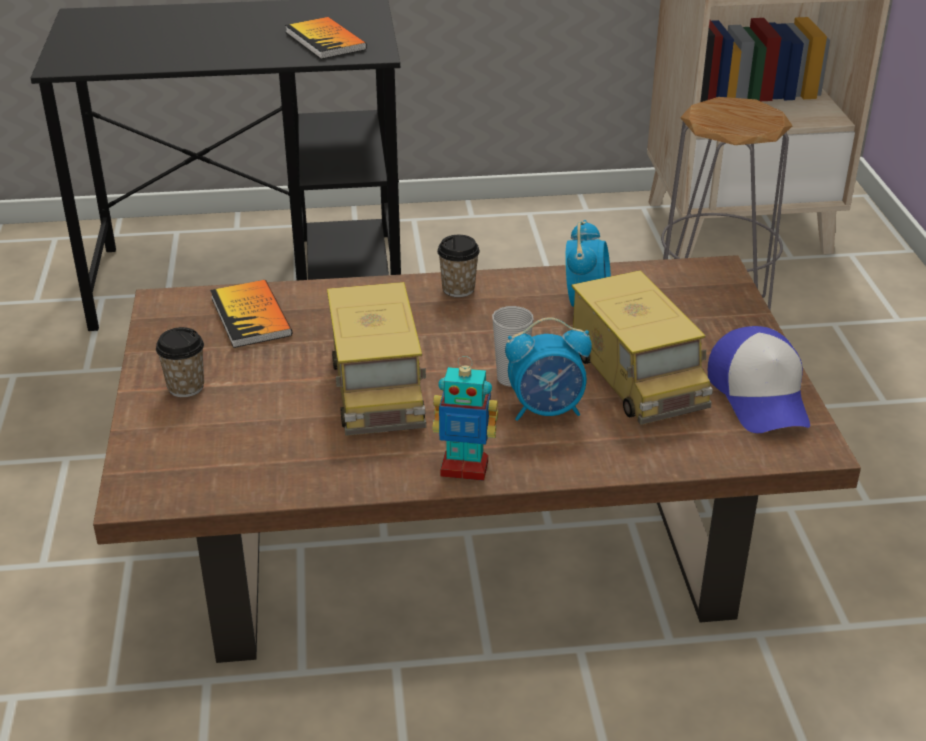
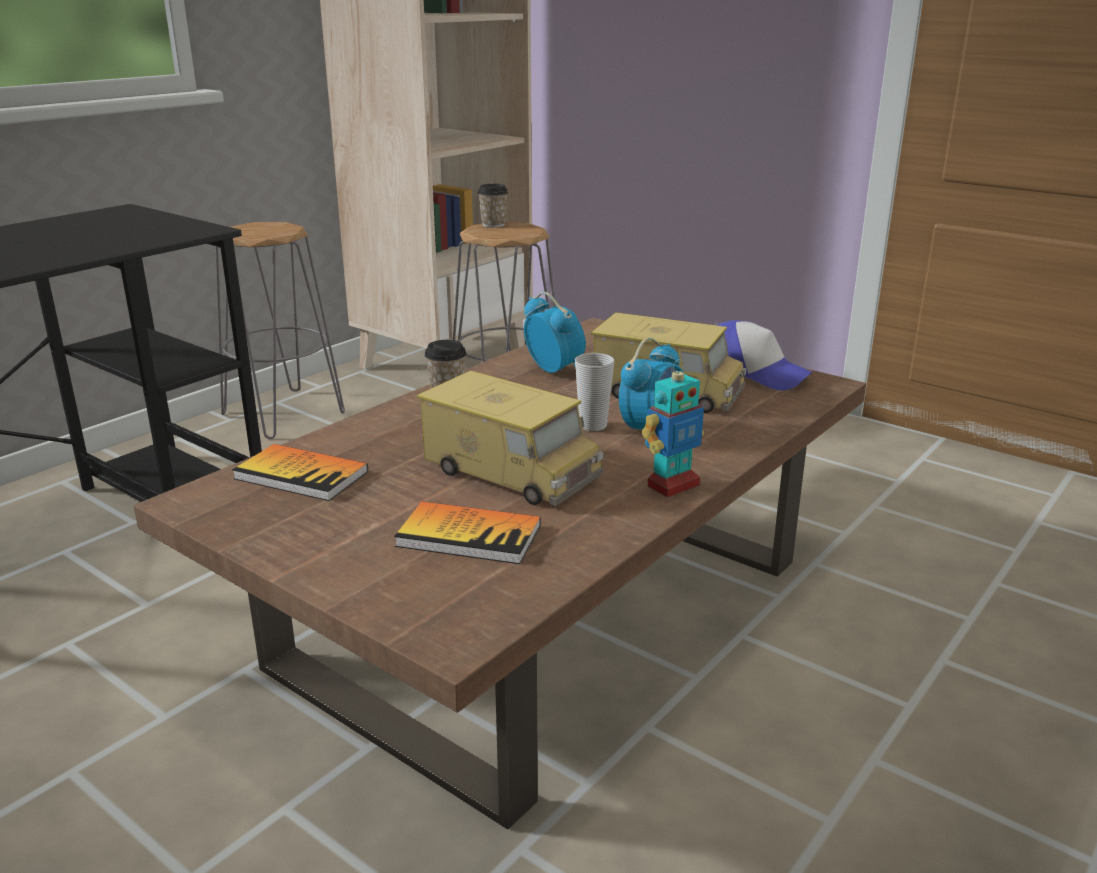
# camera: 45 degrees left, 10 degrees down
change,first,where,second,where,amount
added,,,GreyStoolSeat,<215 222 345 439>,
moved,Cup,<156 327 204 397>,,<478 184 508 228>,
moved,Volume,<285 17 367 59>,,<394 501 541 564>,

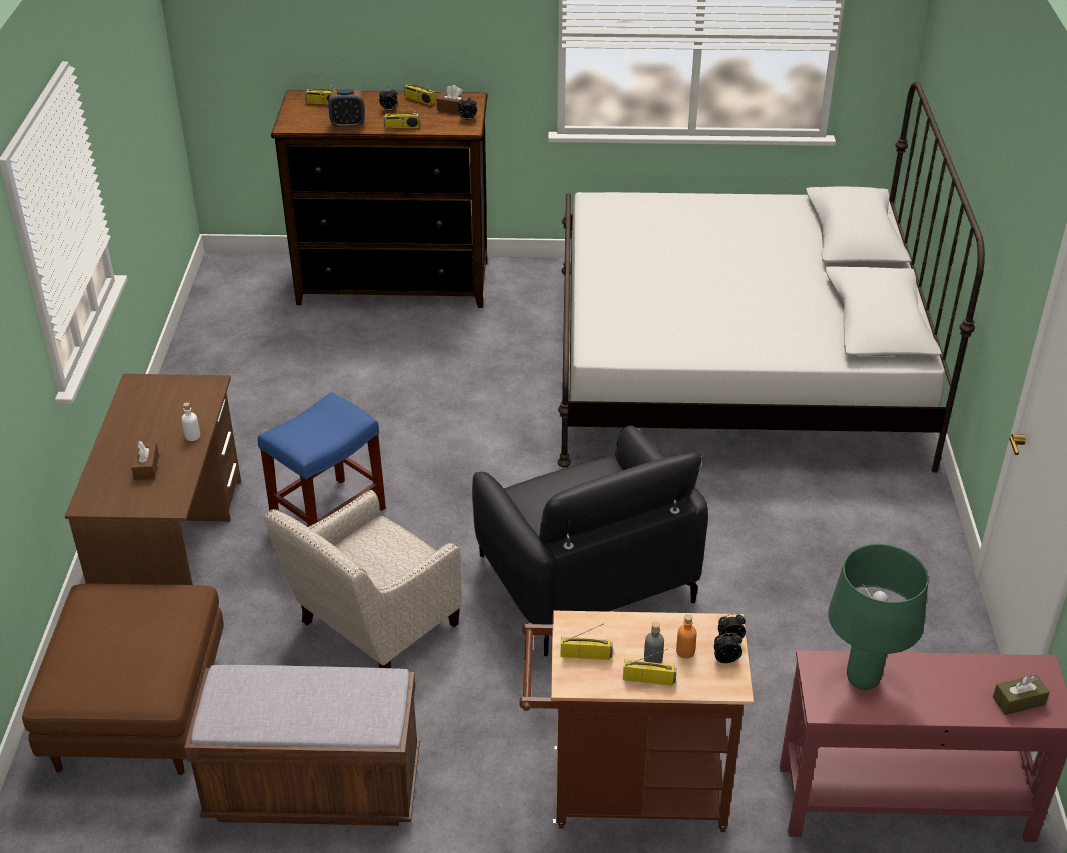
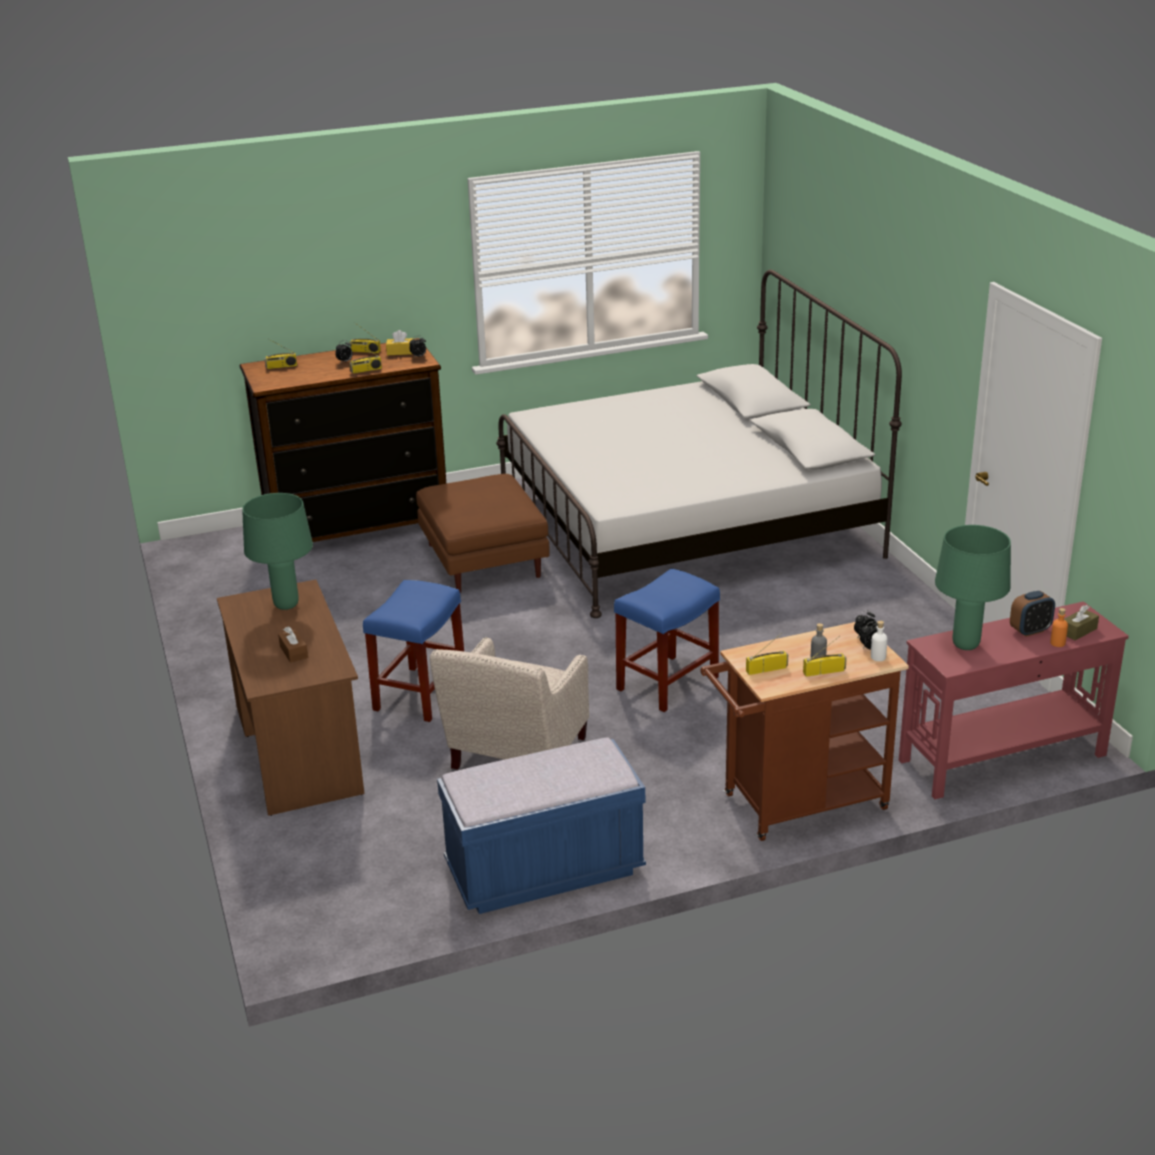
# camera: 20 degrees left, 10 degrees down
change,first,where,second,where,amount
added,,,GreenTableLamp,<242 493 313 610>,
moved,BrownFootrest,<22 583 224 775>,,<416 474 550 593>,
moved,WhiteColouredDrinkBottle,<181 402 200 441>,,<871 621 887 661>,
moved,AlarmClock,<328 89 365 128>,,<1010 591 1055 637>,
moved,OrangeDrinkBottle,<676 614 697 658>,,<1050 608 1068 647>,
replaced,BlackColouredArmchair,<472 426 708 657>,BluishStoolSeat,<614 568 720 712>,
recoloured,BrownBench,<184 665 420 826>,BluishBench,<437 737 646 914>,
recoloured,BrownTissueBox,<437 85 470 114>,YellowTissueBox,<386 330 414 355>,

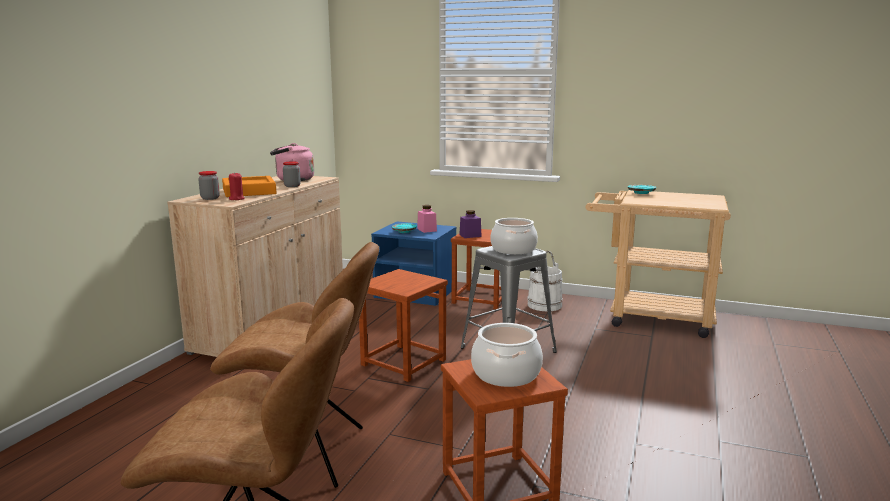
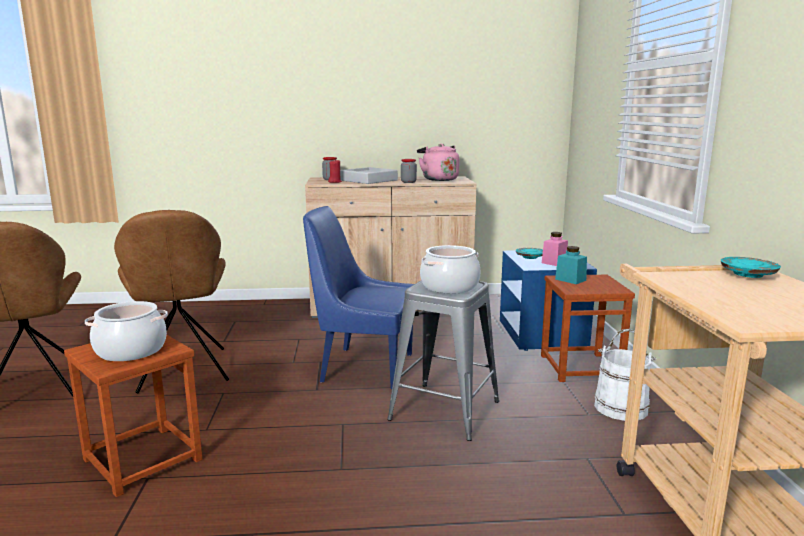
# camera: 65 degrees right, 0 degrees up
change,first,where,second,where,amount
replaced,BrownStoolSeat,<359 269 448 382>,BluishUprightChair,<303 206 414 389>,
recoloured,OrangeServingTray,<222 176 277 197>,GreyServingTray,<340 167 398 184>,
recoloured,PurplishStorageJar,<459 210 482 238>,TurquoiseStorageJar,<555 246 587 284>,

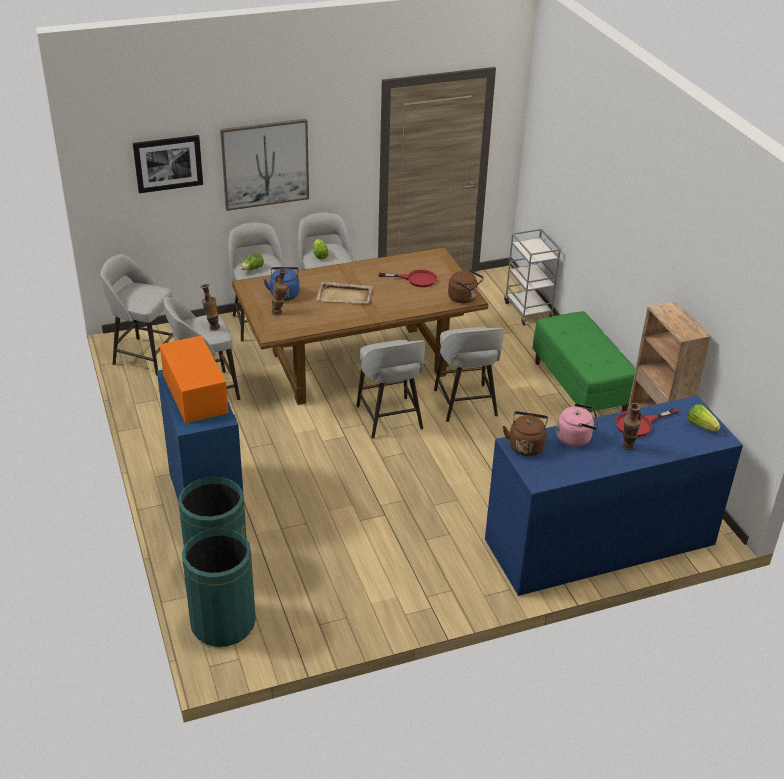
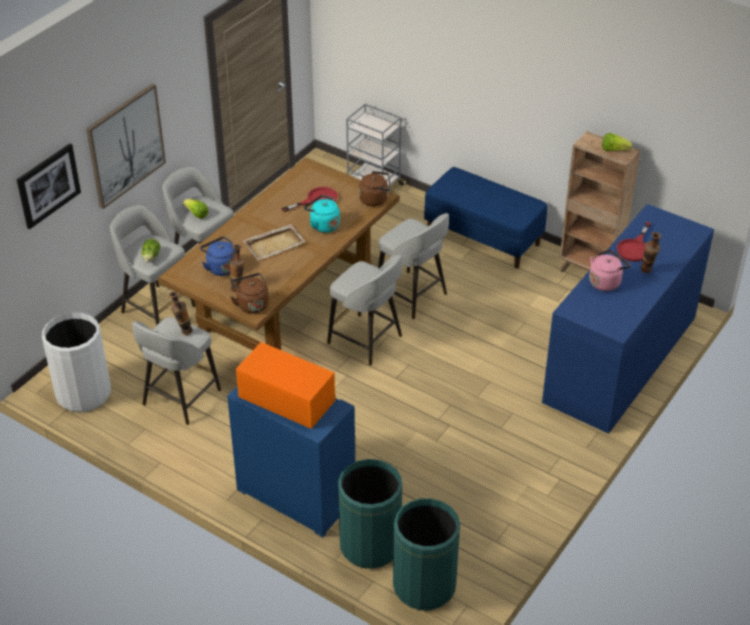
# camera: 35 degrees left, 5 degrees up
change,first,where,second,where,amount
added,,,TurquoiseWaterKettle,<304 195 340 233>,
moved,BrownWaterKettle,<503 411 548 456>,,<231 273 269 314>,
moved,LettuceHead,<687 404 721 432>,,<602 133 633 151>,
replaced,GreyStoolSeat,<101 254 173 375>,WhiteColouredTrashCan,<42 312 111 412>,
recoloured,GreenBench,<532 311 635 412>,BluishBench,<424 167 547 269>,

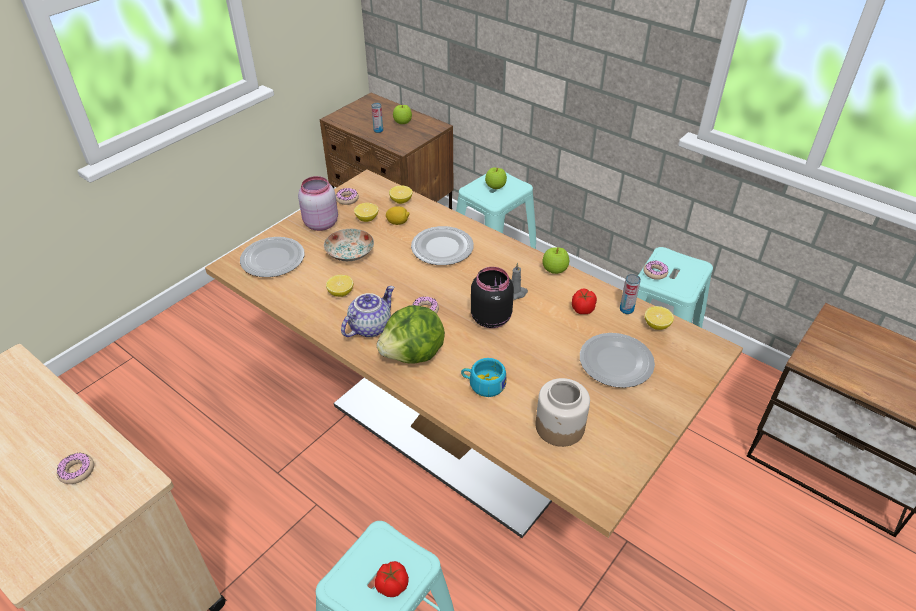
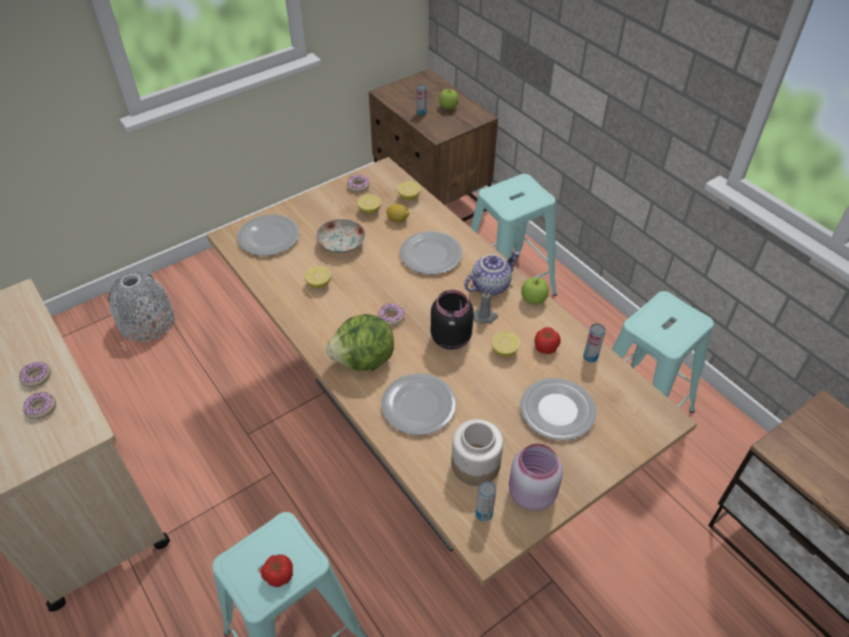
# camera: 15 degrees right, 5 degrees up
change,first,where,second,where,amount
removed,Apple,<485 167 507 189>,,,
added,,,GreyVase,<108 272 175 342>,
added,,,SealedCan,<476 481 496 521>,
moved,PinkColouredStorageJar,<298 176 338 231>,,<509 444 563 511>,
moved,TeaPot,<341 286 394 337>,,<464 251 520 295>,
moved,Doughnut,<643 260 668 280>,,<19 362 51 387>,
moved,CitrusFruit,<645 306 674 330>,,<491 332 520 356>,
replaced,TurquoiseCup,<461 358 506 397>,DinnerPlate,<381 373 457 435>,

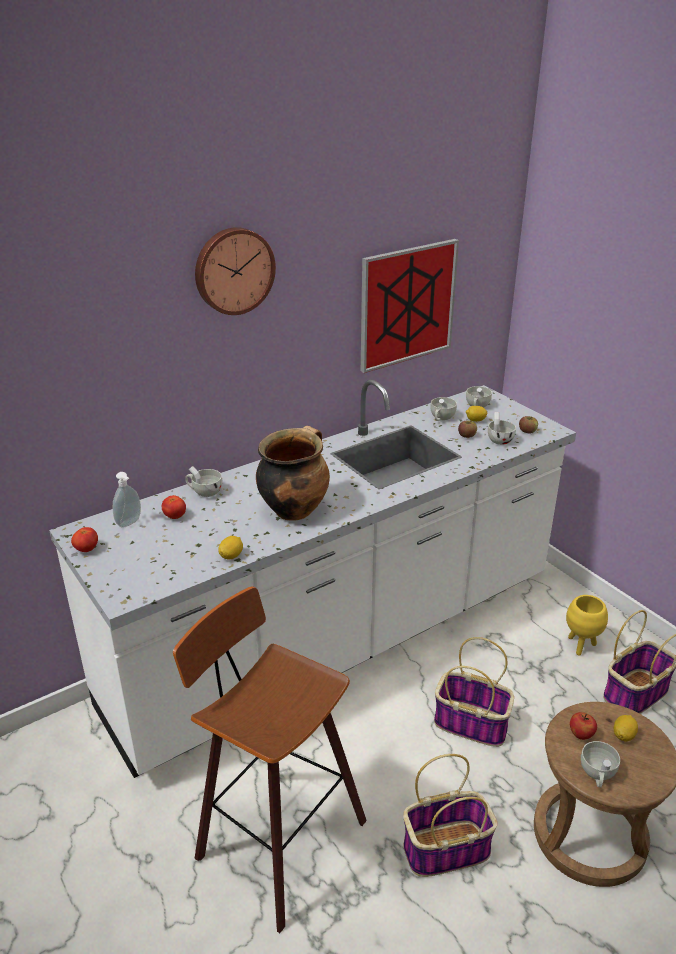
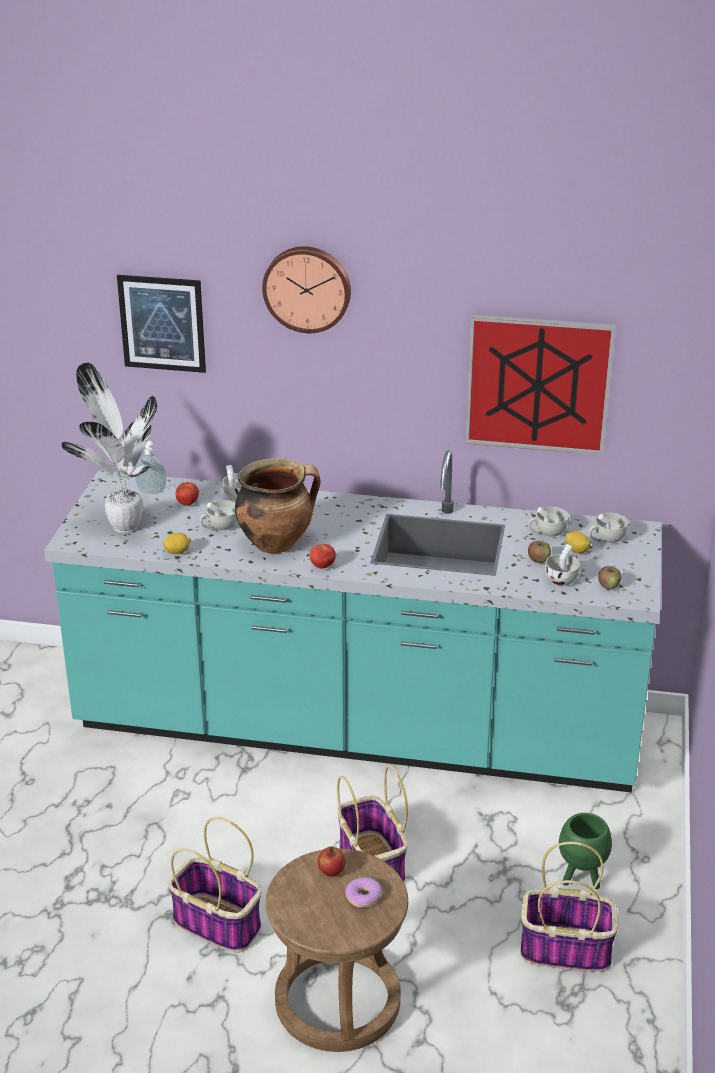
# camera: 45 degrees right, 0 degrees up
change,first,where,second,where,amount
removed,StoolSeat,<173 586 367 933>,,,
added,,,PlantInAPot,<61 362 157 533>,
added,,,WallPicture,<117 275 206 373>,
moved,FreshTomato,<71 527 98 552>,,<310 544 336 568>,
moved,WhiteColouredCup,<581 741 620 788>,,<200 500 237 530>,
replaced,CitrusFruit,<614 715 638 742>,Doughnut,<345 877 382 908>,
recoloured,WhiteColouredKitchenBaseUnit,<49 379 576 778>,TurquoiseKitchenBaseUnit,<44 451 662 793>,
recoloured,YellowPlanter,<566 595 608 656>,GreenPlanter,<559 813 612 889>,

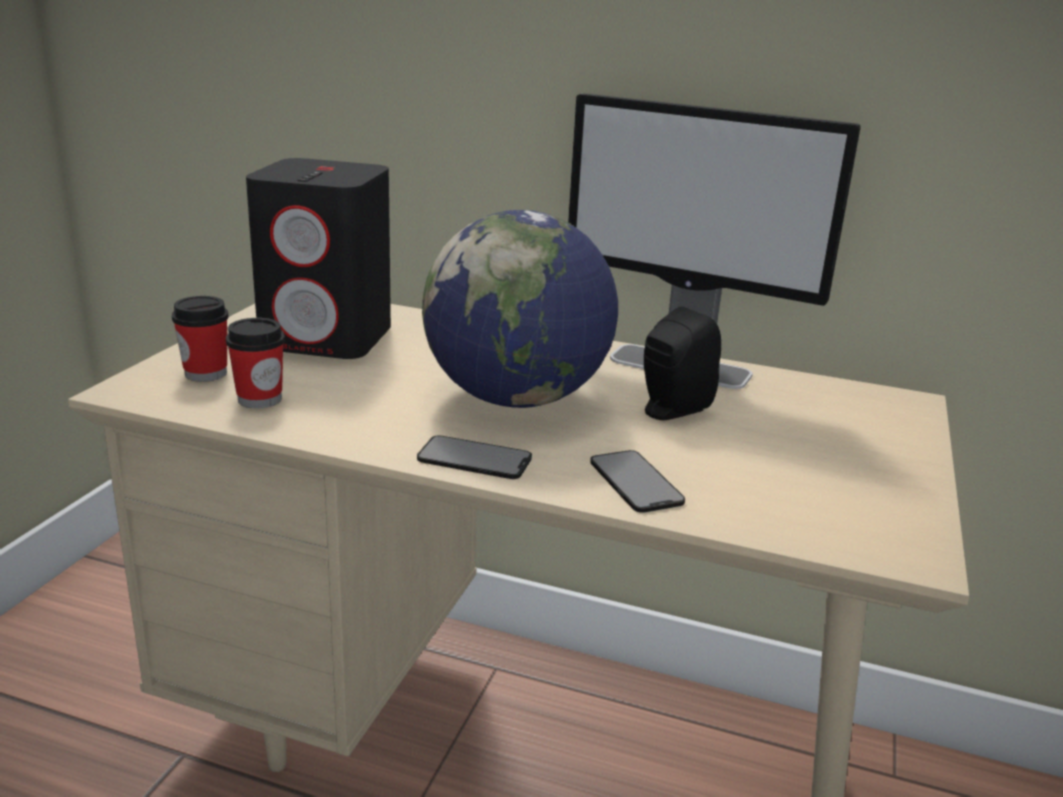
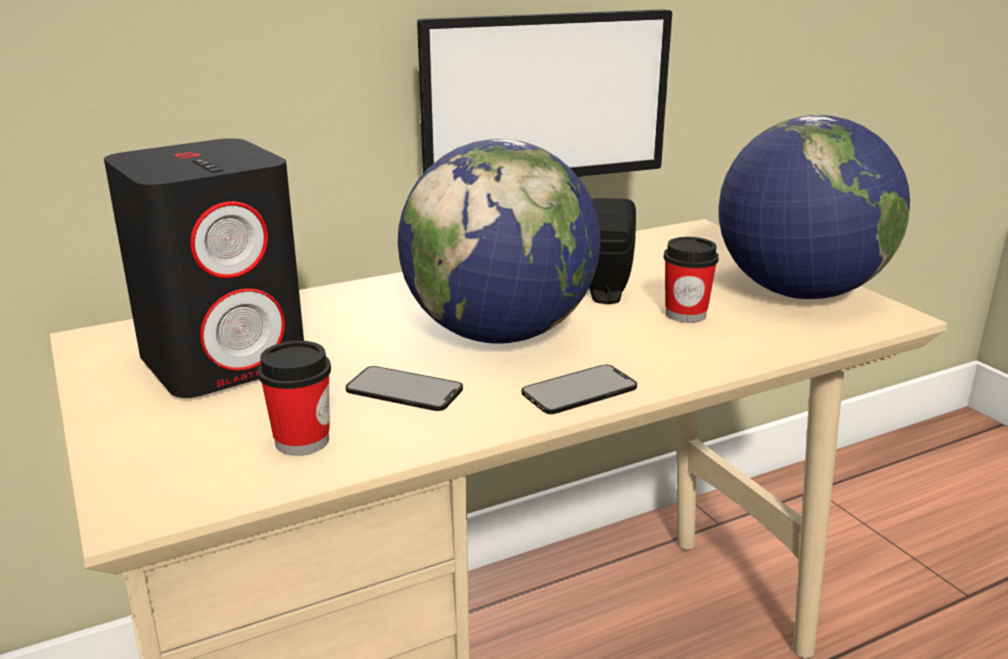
# camera: 45 degrees left, 0 degrees up
change,first,where,second,where,amount
added,,,DeskGlobe,<719 115 910 299>,
moved,Cup,<172 296 229 382>,,<664 237 719 323>,
moved,Handset,<591 450 685 513>,,<346 366 463 411>,

